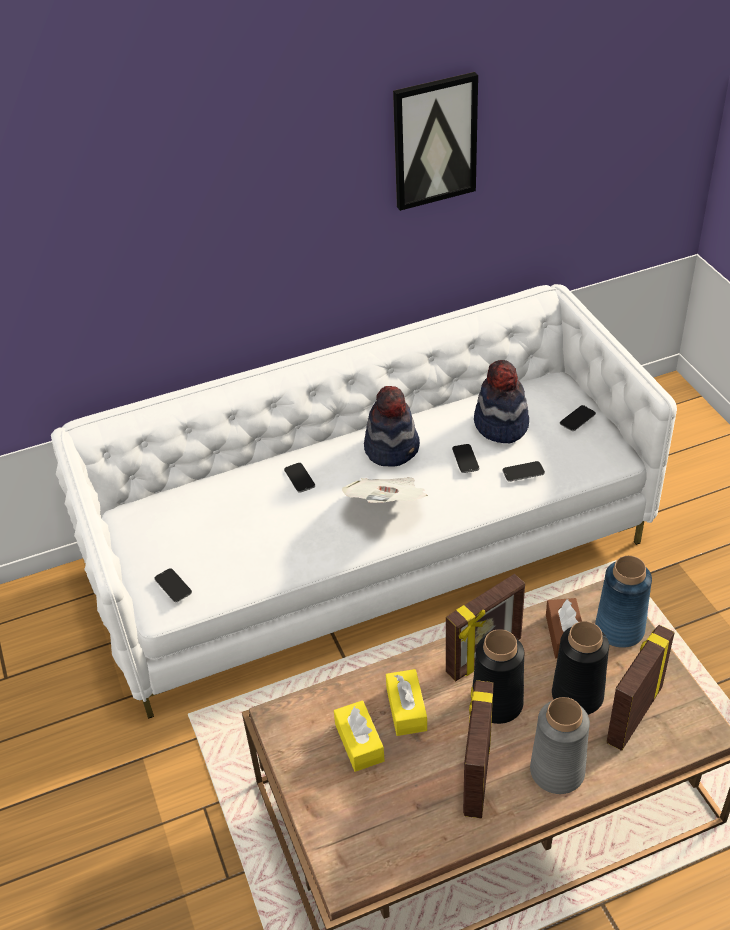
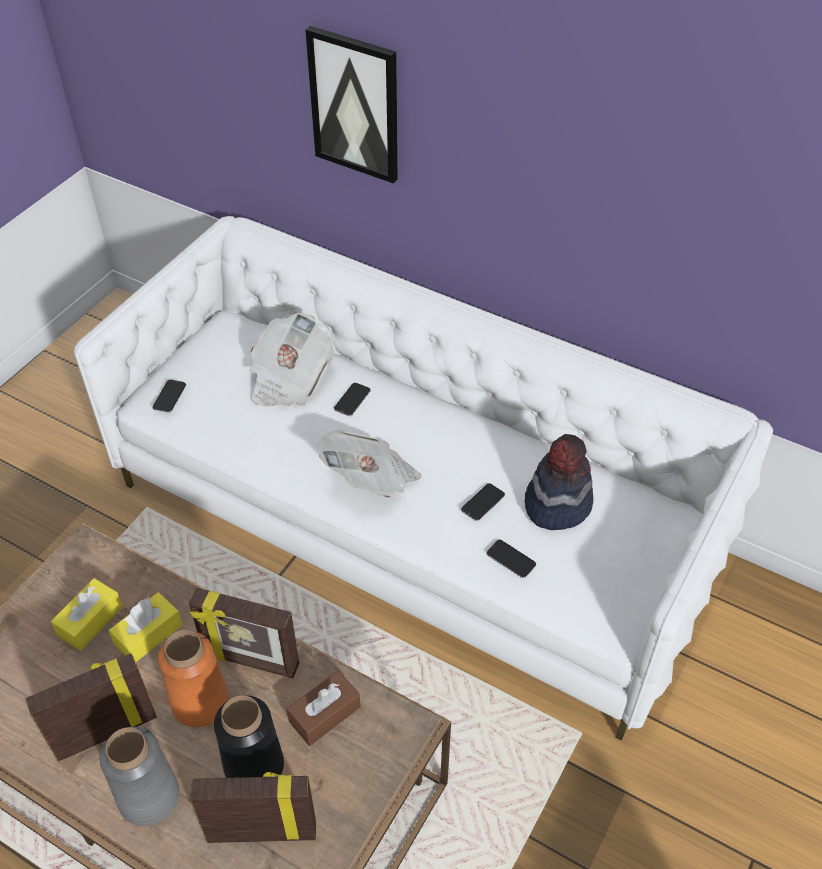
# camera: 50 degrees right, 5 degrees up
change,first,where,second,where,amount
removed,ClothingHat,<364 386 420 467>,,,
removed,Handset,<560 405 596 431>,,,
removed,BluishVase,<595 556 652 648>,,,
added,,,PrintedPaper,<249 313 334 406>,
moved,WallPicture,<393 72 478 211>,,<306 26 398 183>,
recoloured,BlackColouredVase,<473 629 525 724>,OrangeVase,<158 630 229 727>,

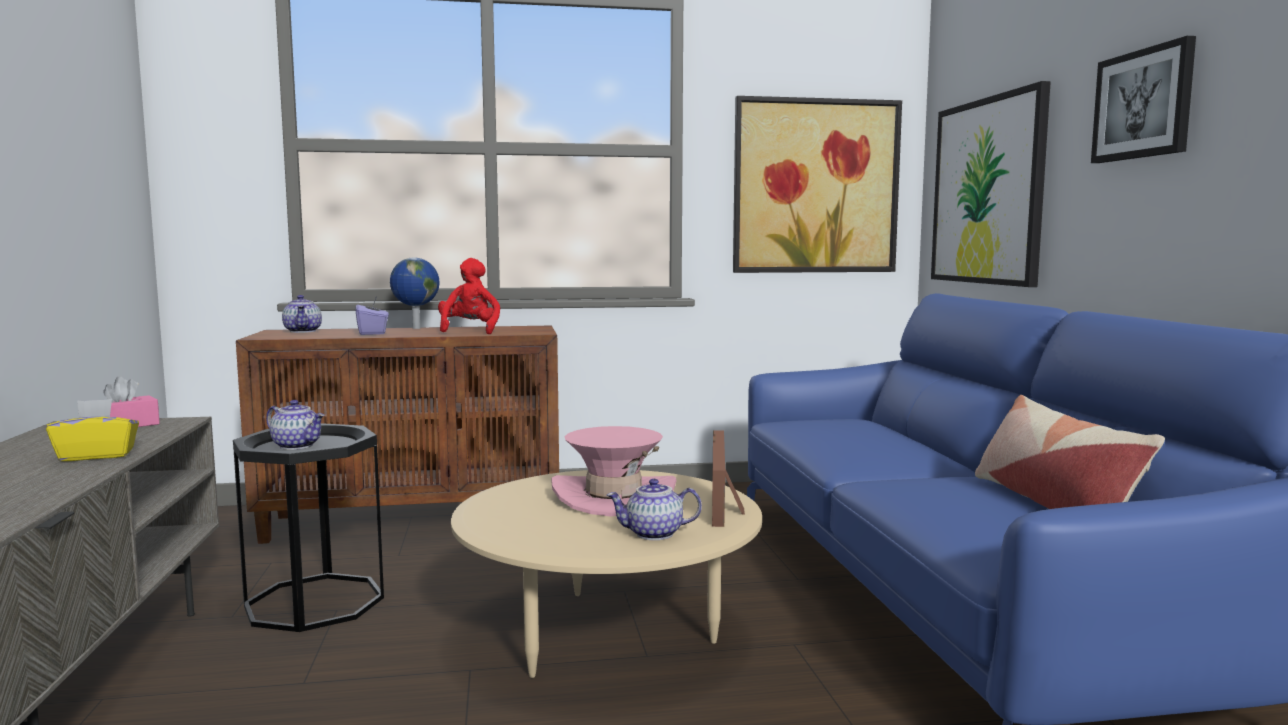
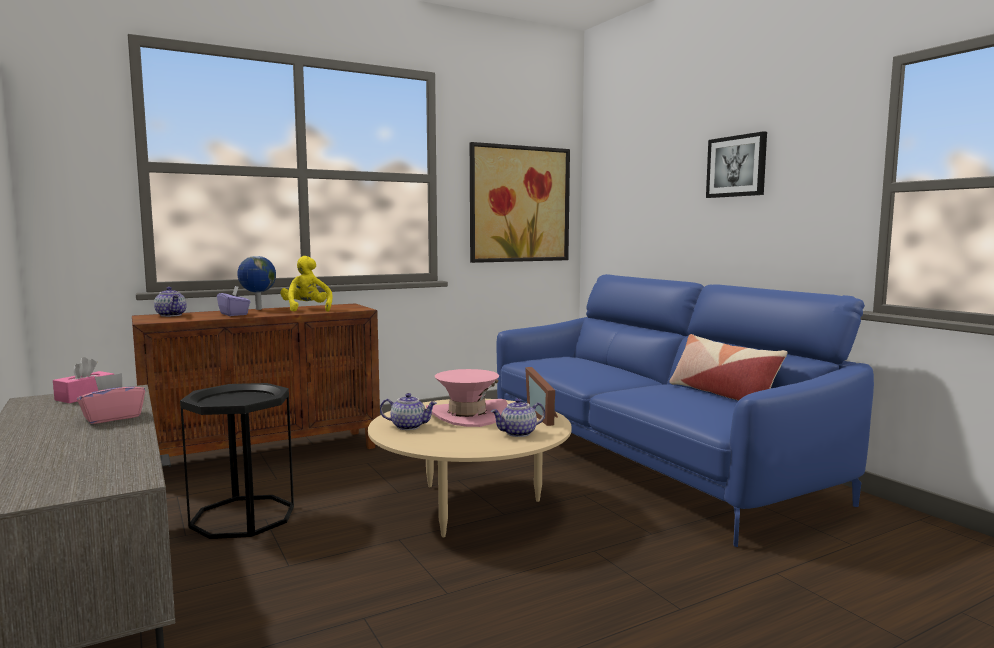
# camera: 20 degrees left, 0 degrees up
change,first,where,second,where,amount
removed,WallPicture,<931 81 1051 287>,,,
moved,TeaPot,<266 400 324 450>,,<380 393 437 430>,
recoloured,YellowTissueBox,<46 399 139 461>,PinkColouredTissueBox,<77 373 145 424>,
recoloured,ReddishCuddlyToy,<438 258 500 335>,YellowCuddlyToy,<280 256 333 312>,

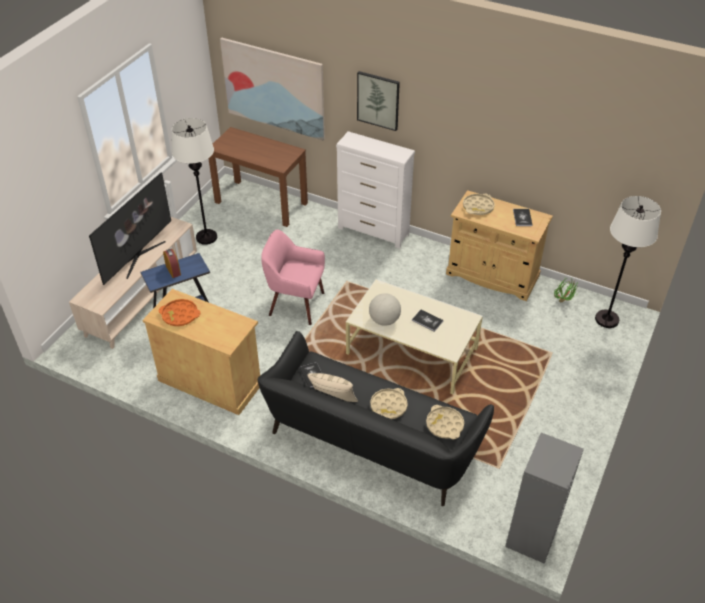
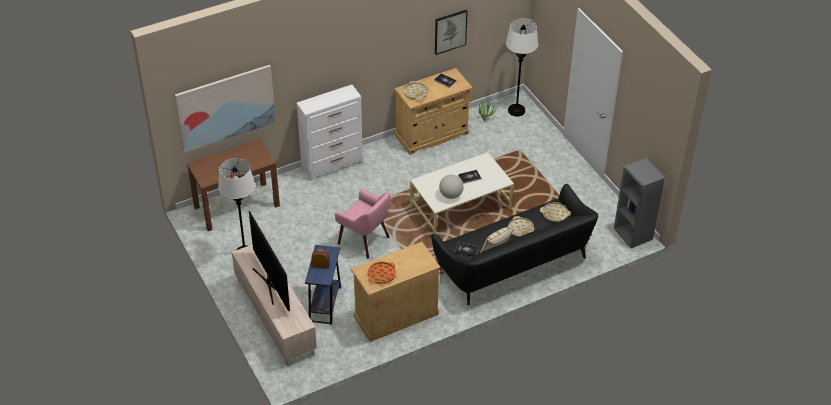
# camera: 55 degrees left, 0 degrees up
change,first,where,second,where,amount
moved,WallPicture,<357 71 400 131>,,<435 10 468 55>,
turned,PinkColouredArmchair,<261 230 325 325>,,<335 189 390 258>,105 degrees counterclockwise

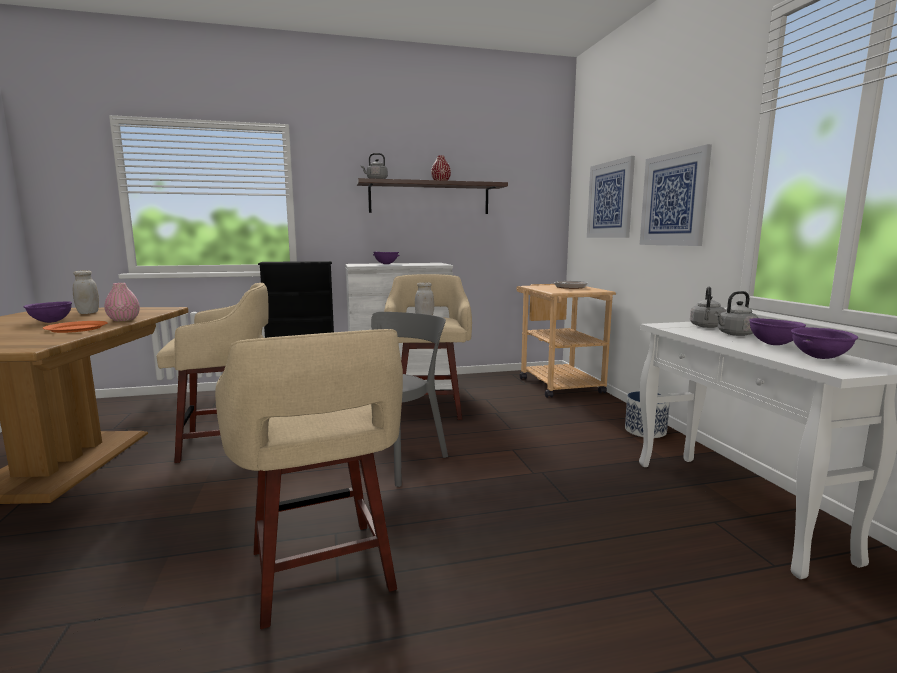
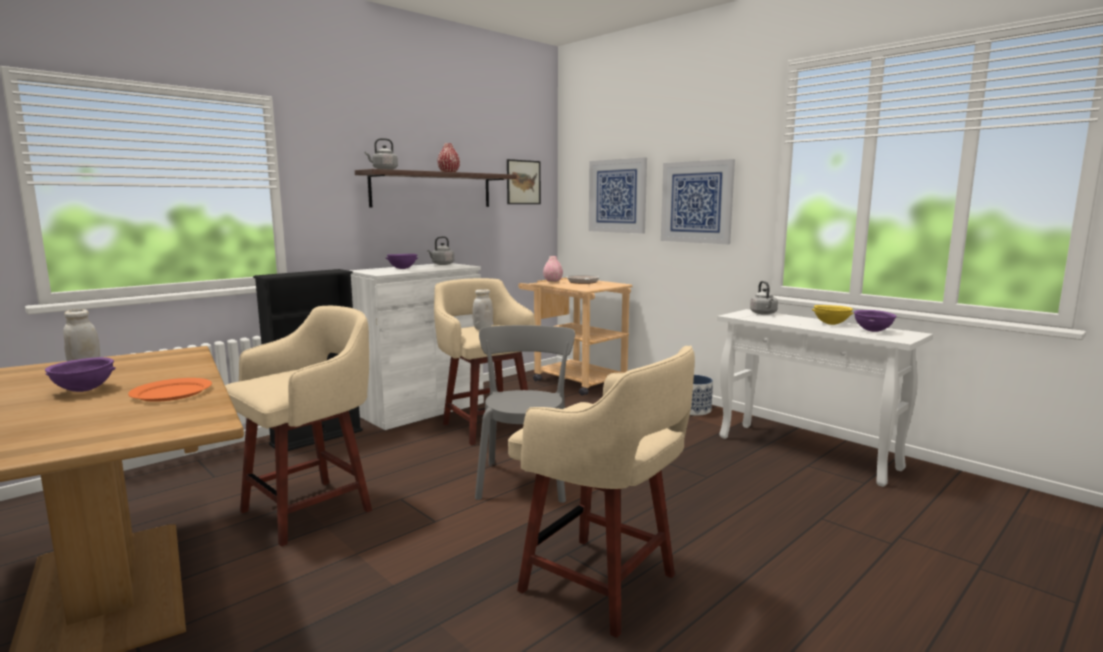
# camera: 30 degrees left, 0 degrees up
change,first,where,second,where,amount
added,,,WallPicture,<507 159 541 204>,
moved,PinkColouredVase,<104 283 140 321>,,<543 256 563 282>,
moved,GreyWaterKettle,<715 291 758 336>,,<427 236 454 265>,
recoloured,PurplishBowl,<749 318 806 345>,YellowBowl,<812 305 854 325>,

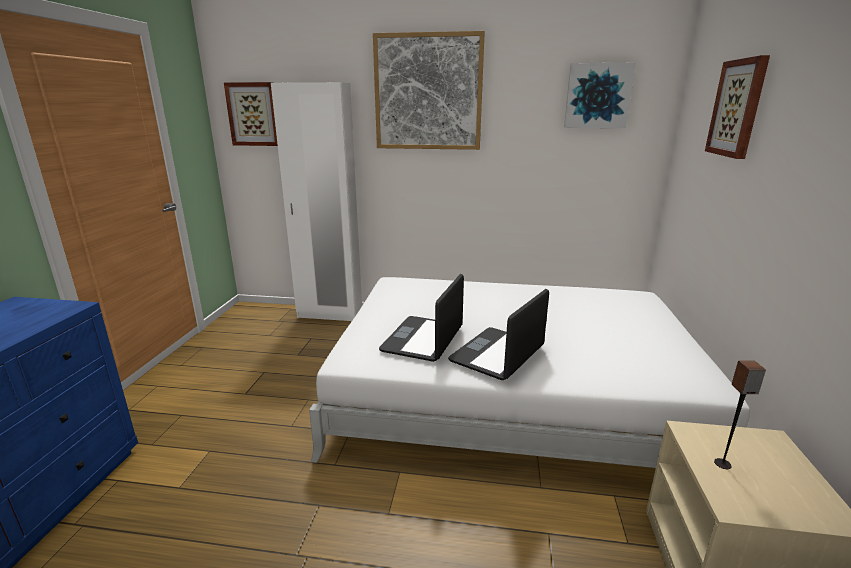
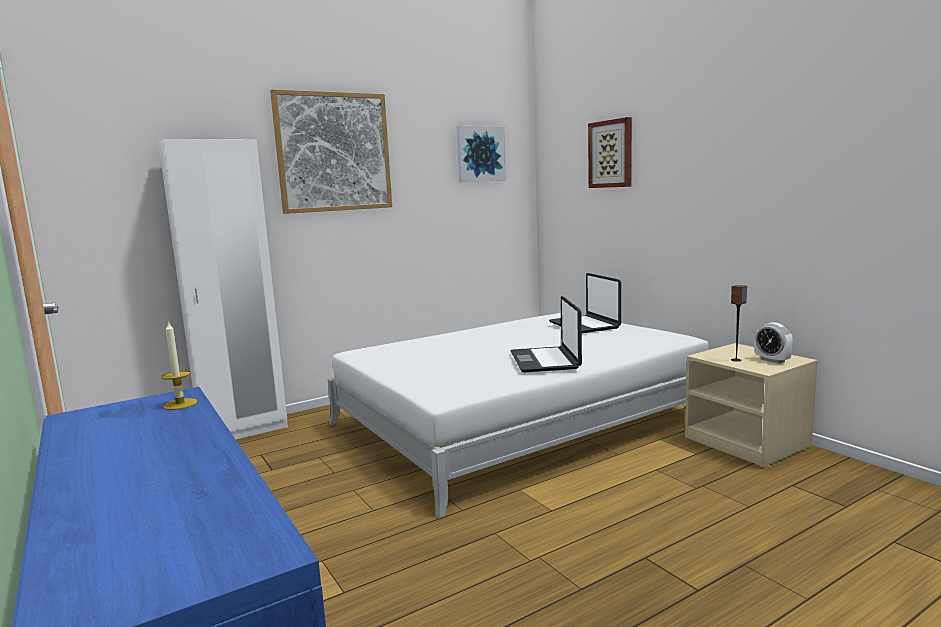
# camera: 40 degrees left, 10 degrees down
change,first,where,second,where,amount
removed,WallPicture,<224 82 278 146>,,,
added,,,Candle,<161 320 198 410>,
added,,,AlarmClock,<755 322 793 364>,
moved,Laptop,<379 274 464 362>,,<549 273 621 333>,

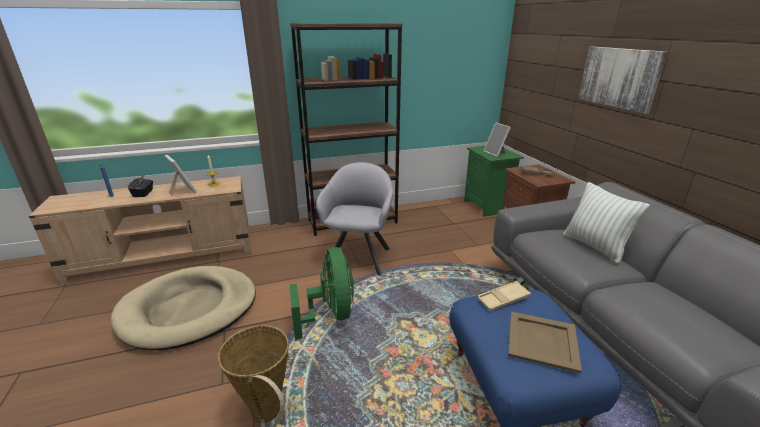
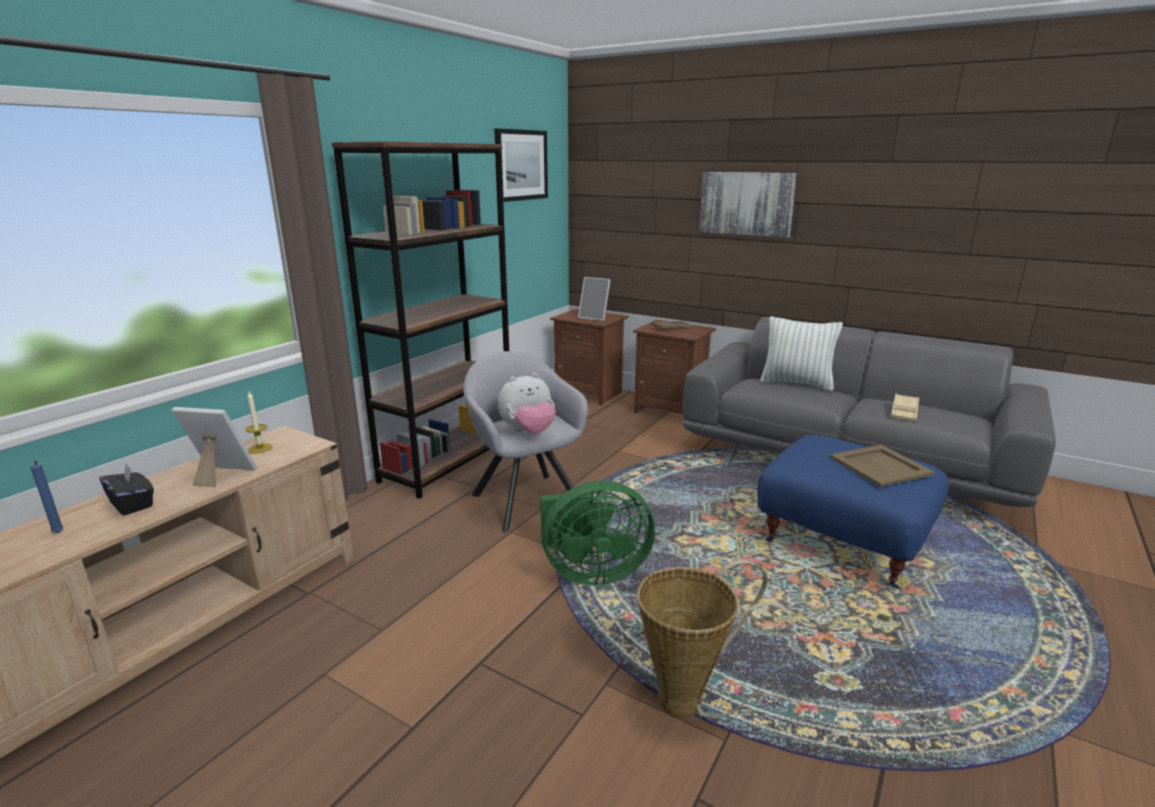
# camera: 40 degrees left, 5 degrees down
change,first,where,second,where,amount
removed,BeigeColouredDogCushion,<111 266 256 350>,,,
added,,,WallPicture,<494 128 548 202>,
added,,,CuddlyToy,<498 373 556 434>,
moved,BeigeColouredServingTray,<477 281 531 311>,,<891 394 919 422>,
recoloured,GreenNightTable,<464 146 524 217>,BrownNightTable,<550 309 629 405>,
turned,GreenCoolingFan,<290 247 354 340>,,<540 481 655 585>,135 degrees clockwise

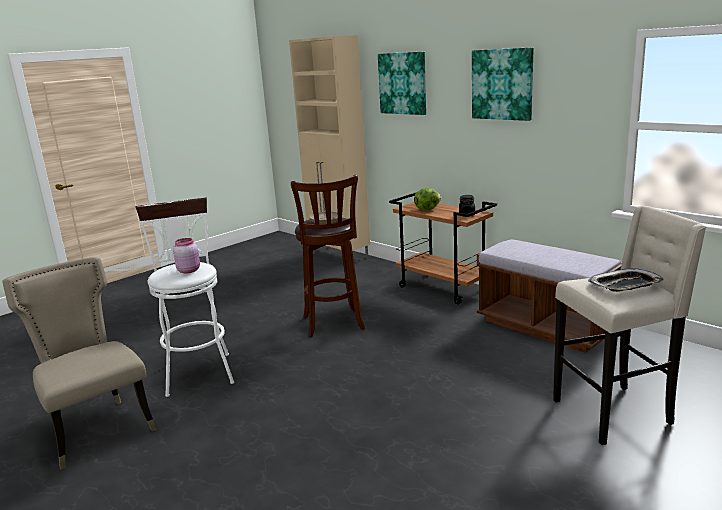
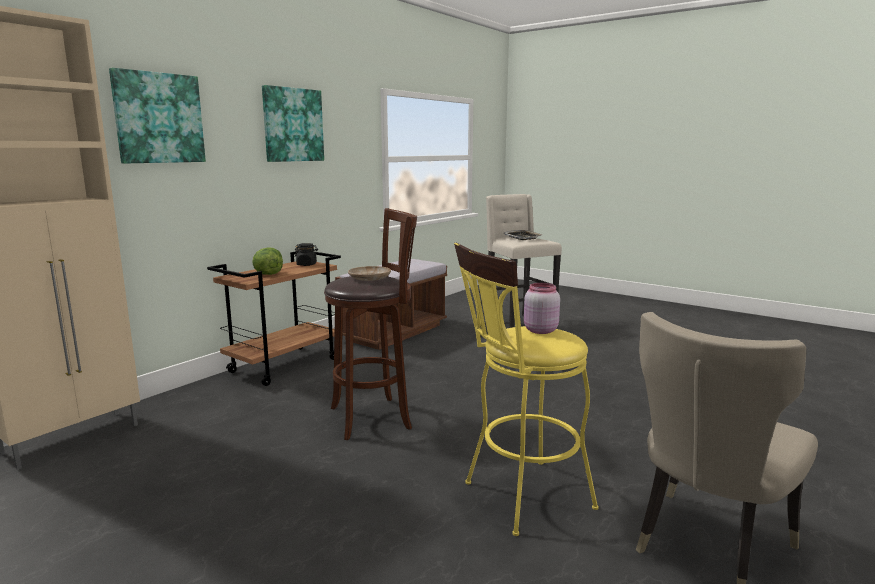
# camera: 100 degrees left, 5 degrees down
change,first,where,second,where,amount
recoloured,WhiteColouredStoolSeat,<136 198 234 397>,YellowStoolSeat,<454 243 599 536>,

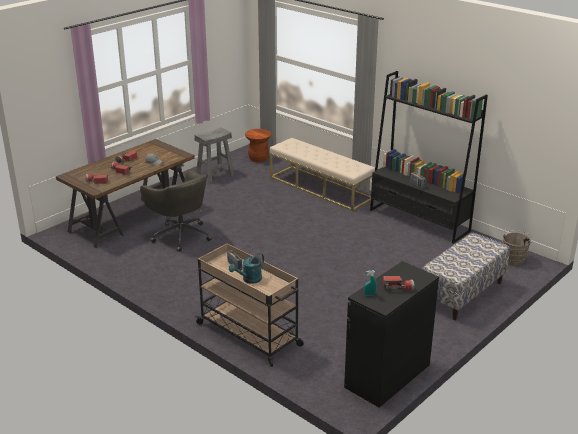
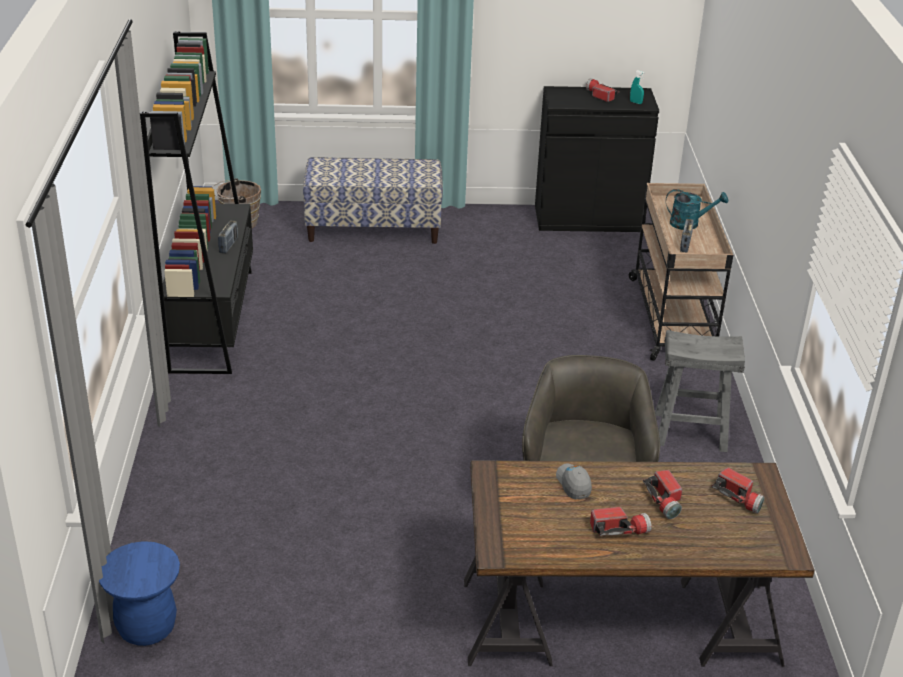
# camera: 135 degrees left, 5 degrees up
change,first,where,second,where,amount
removed,BeigeColouredBench,<270 138 375 211>,,,
moved,GreyStoolSeat,<194 127 234 184>,,<655 330 745 452>,
recoloured,BrownStoolSeat,<245 129 271 162>,BluishStoolSeat,<99 541 180 646>,

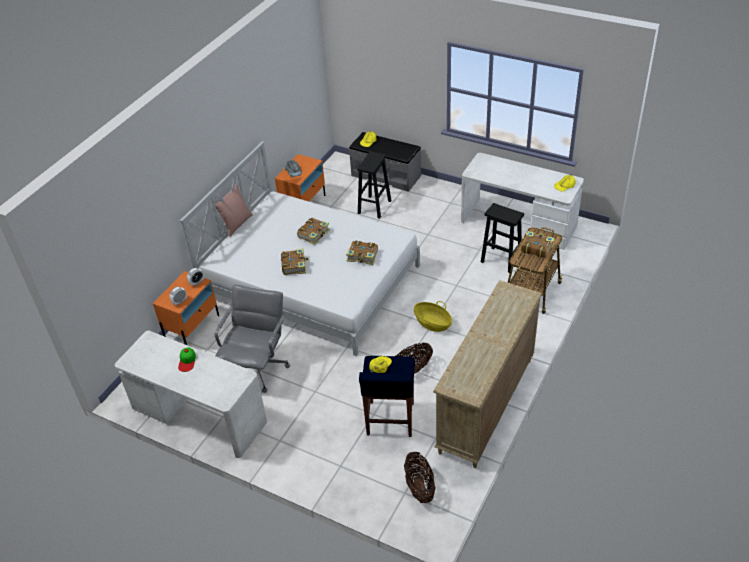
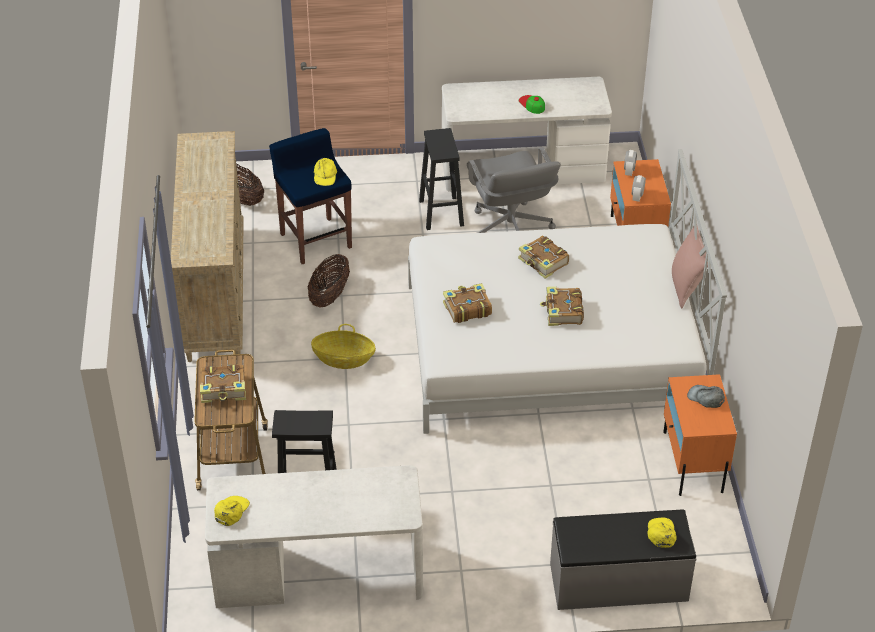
# camera: 145 degrees right, 0 degrees up
change,first,where,second,where,amount
moved,BlackColouredStoolSeat,<357 151 391 219>,,<419 128 464 230>,

